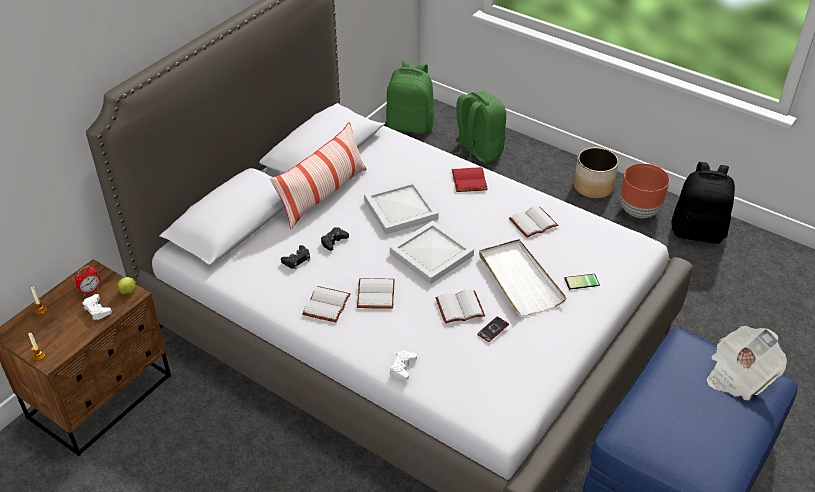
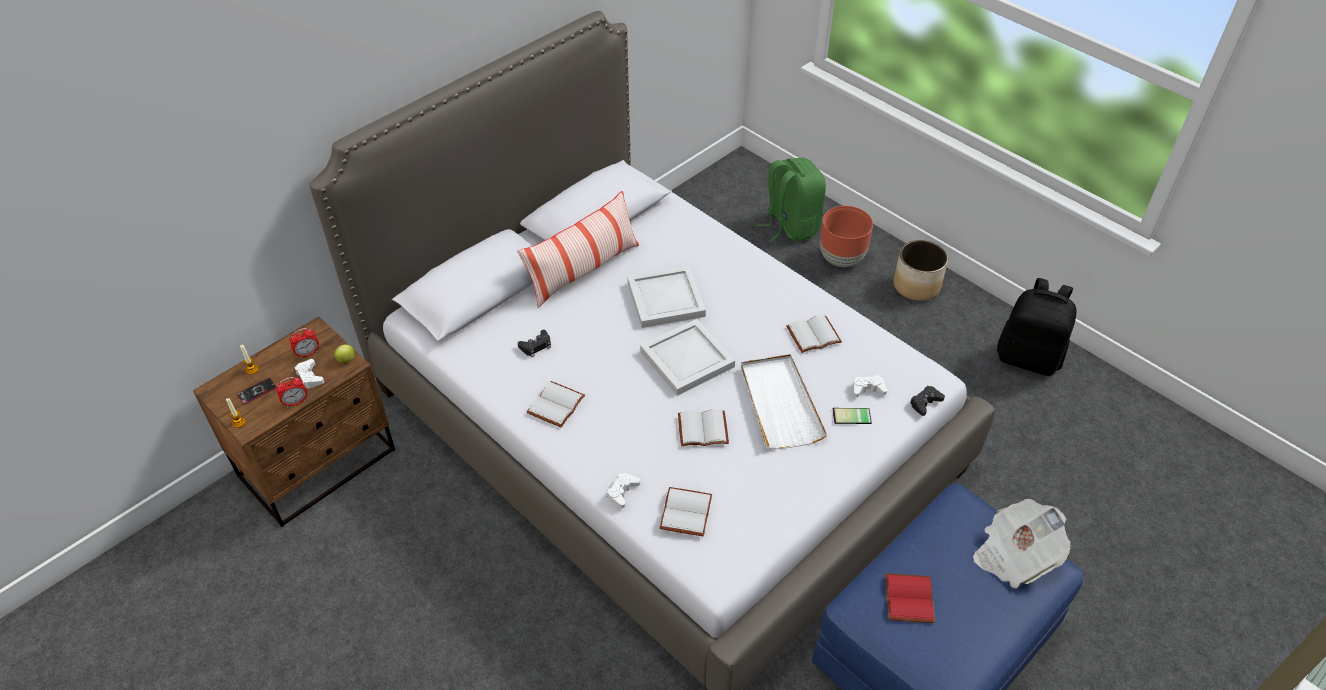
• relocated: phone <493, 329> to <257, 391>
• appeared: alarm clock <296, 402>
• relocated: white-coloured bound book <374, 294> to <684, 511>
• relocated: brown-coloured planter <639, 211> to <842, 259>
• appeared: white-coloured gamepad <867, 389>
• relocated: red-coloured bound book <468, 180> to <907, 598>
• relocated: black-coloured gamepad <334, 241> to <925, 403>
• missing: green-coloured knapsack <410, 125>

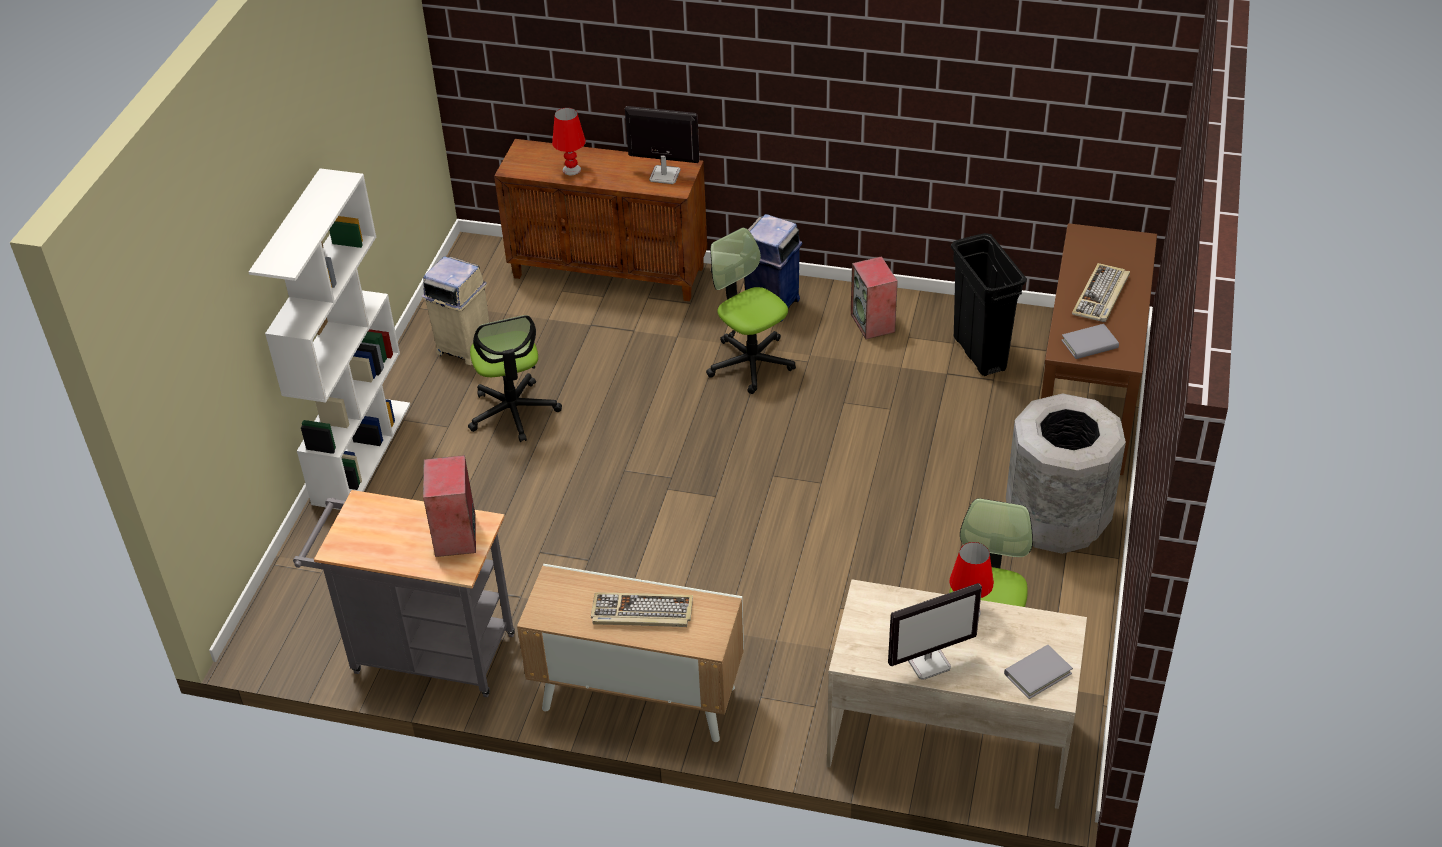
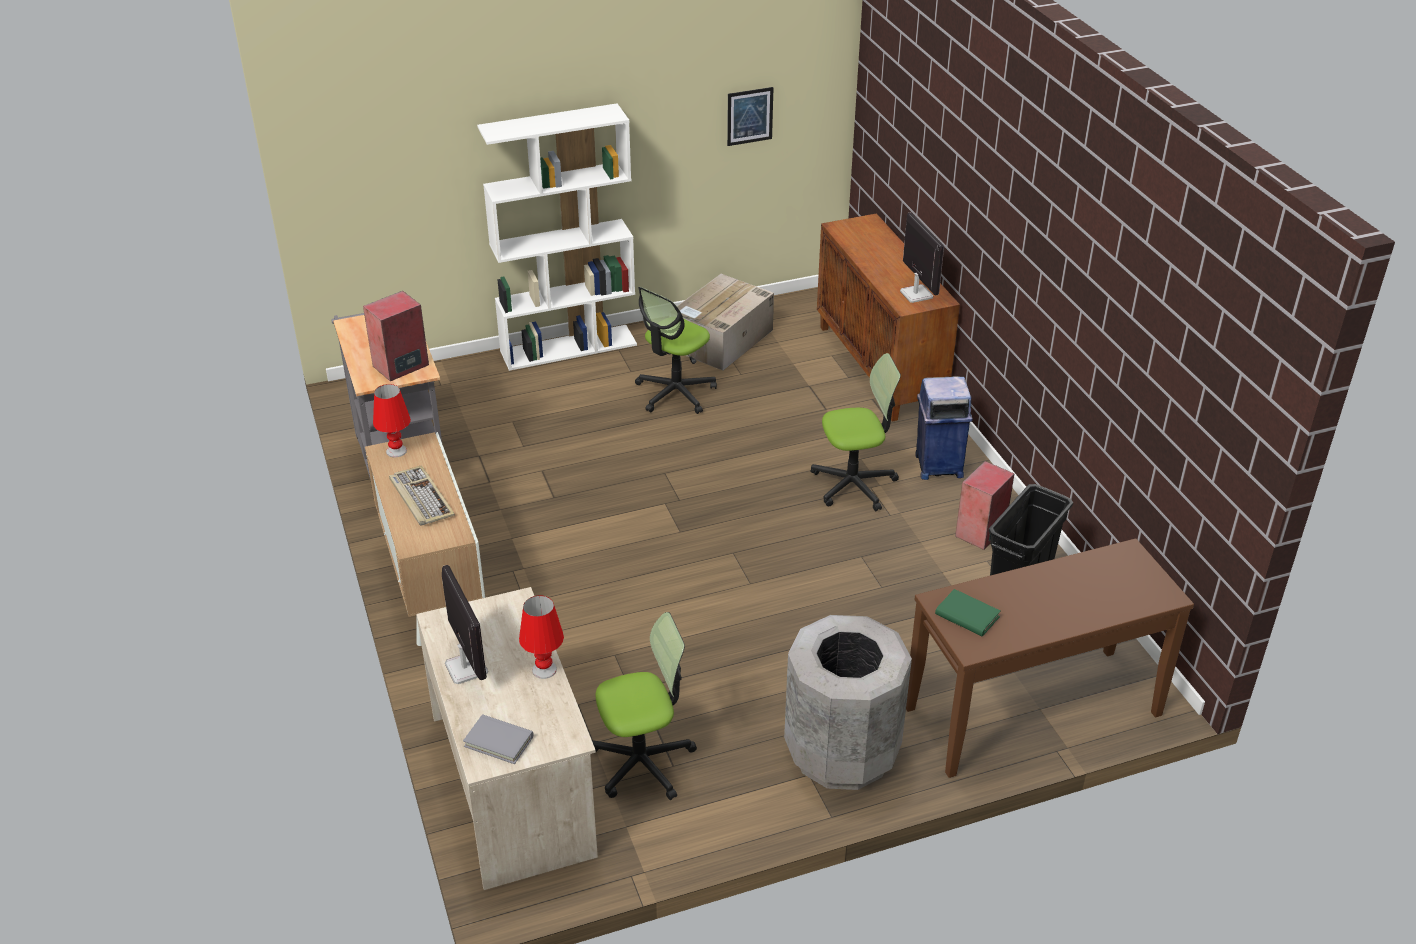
• relocated: red-coloured table lamp <572, 169> to <396, 451>
• spun: computer screen <928, 662> = <466, 668> 150 degrees counterclockwise
• exchanged: beige-coloured rubbish bin <464, 347> to packing box <721, 340>
• appeared: picture <749, 116>
• spun: office chair <750, 363> = <854, 484> 60 degrees clockwise
• colour: gray bound book <1089, 344> to green-coloured bound book <967, 616>
• missing: keyboard <1101, 296>

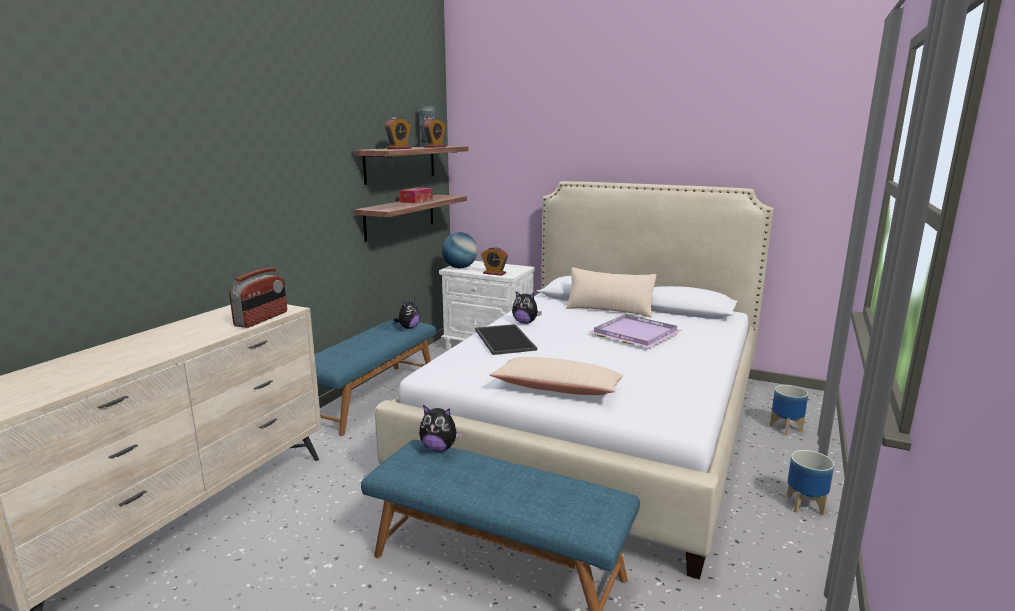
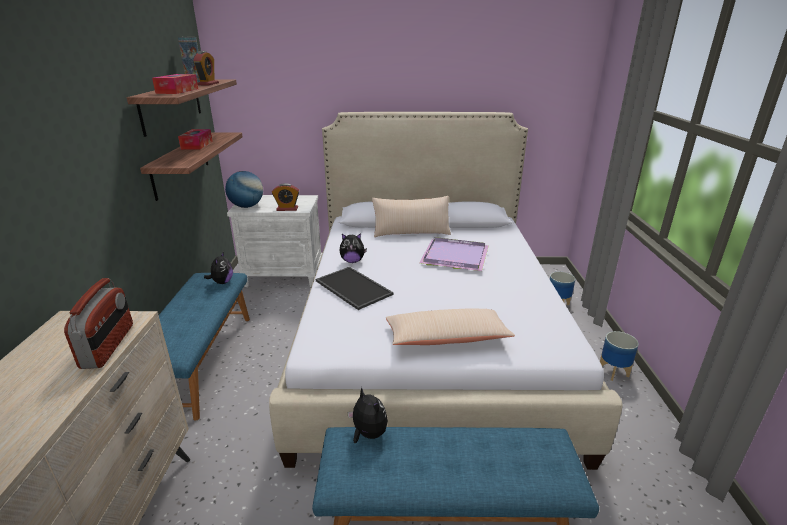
• exchanged: alarm clock <399, 148> to box of tissues <177, 91>
• spun: cuddly toy <439, 448> = <368, 434> 120 degrees counterclockwise

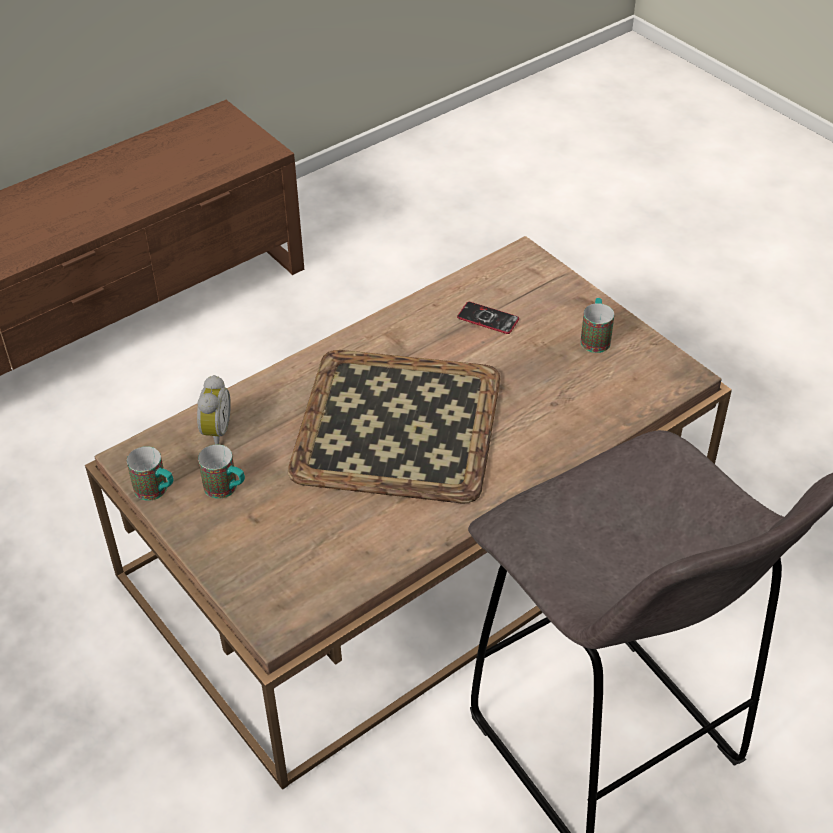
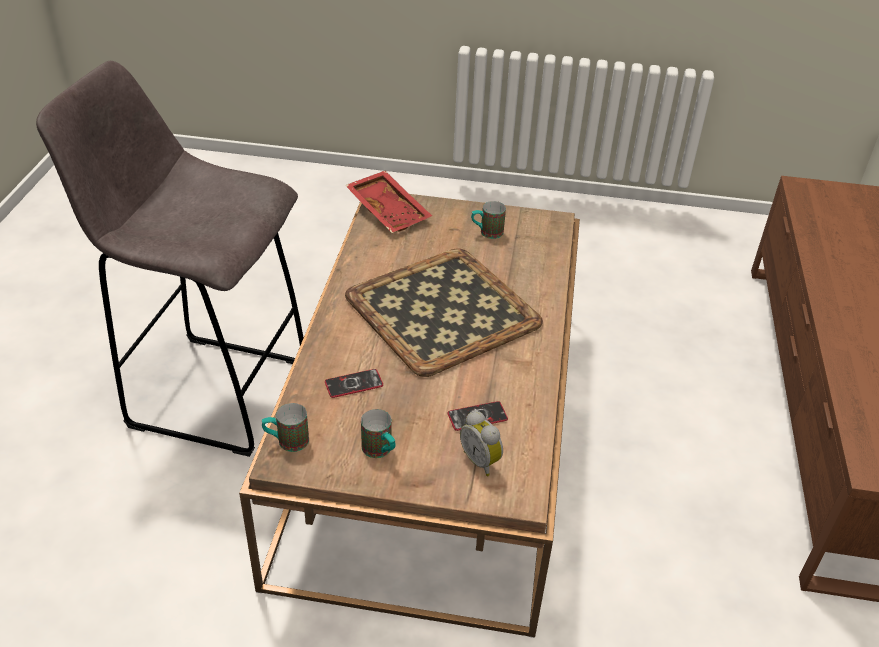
• relocated: tea mug <156, 491> to <286, 441>
• appeared: phone <354, 384>
• appeared: red-coloured tray <389, 210>
• relocated: alarm clock <214, 432> to <481, 461>

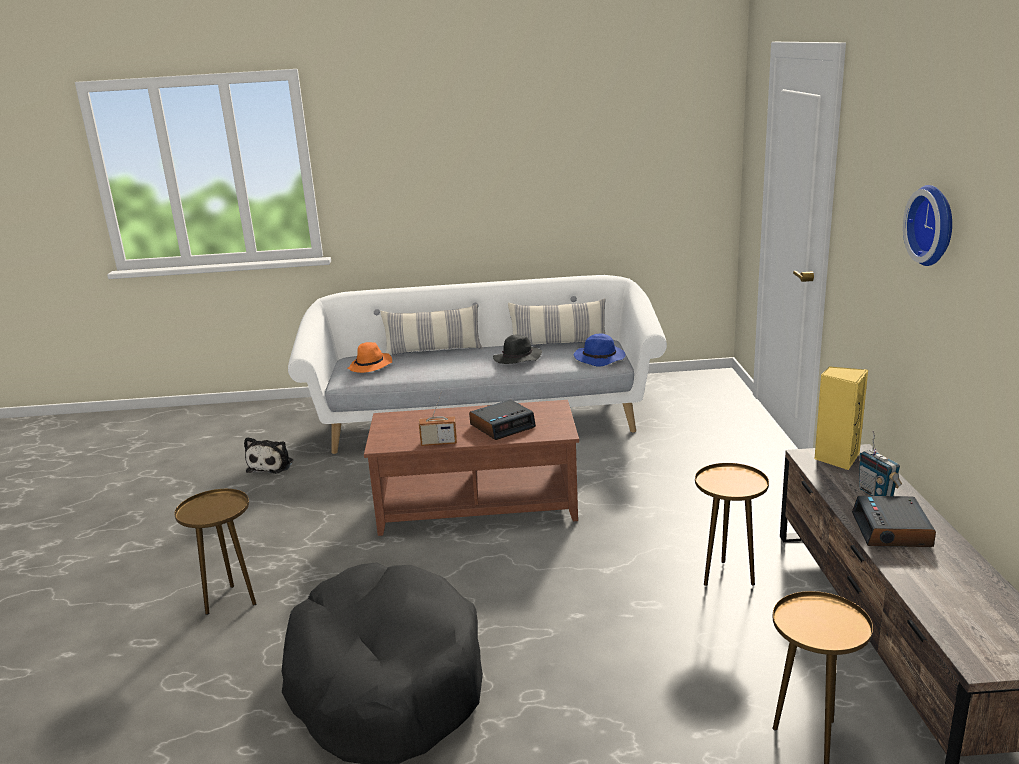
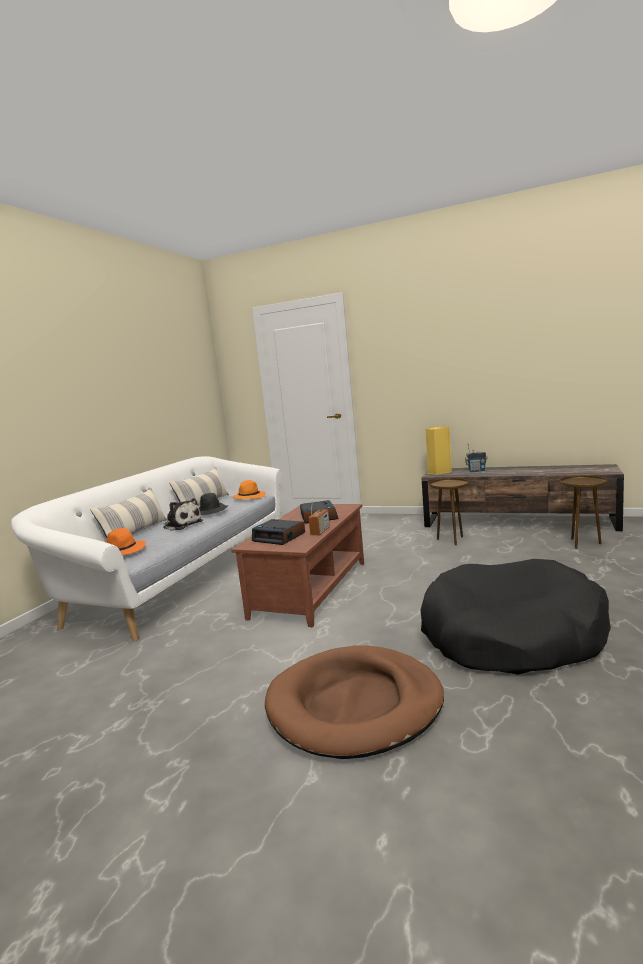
• relocated: cuddly toy <272, 465> to <182, 525>
• colour: blue-coloured wearable hat <600, 358> to orangey wearable hat <249, 497>
• relocated: alarm clock <892, 531> to <279, 537>
• exchanged: brown-coloured end table <231, 601> to brown-coloured dog bed <355, 705>
• missing: hanging clock <934, 225>

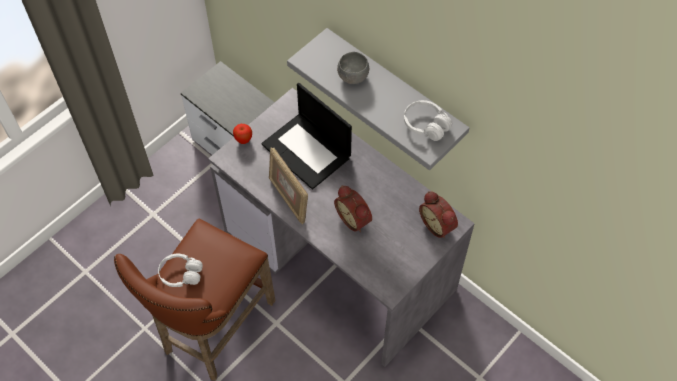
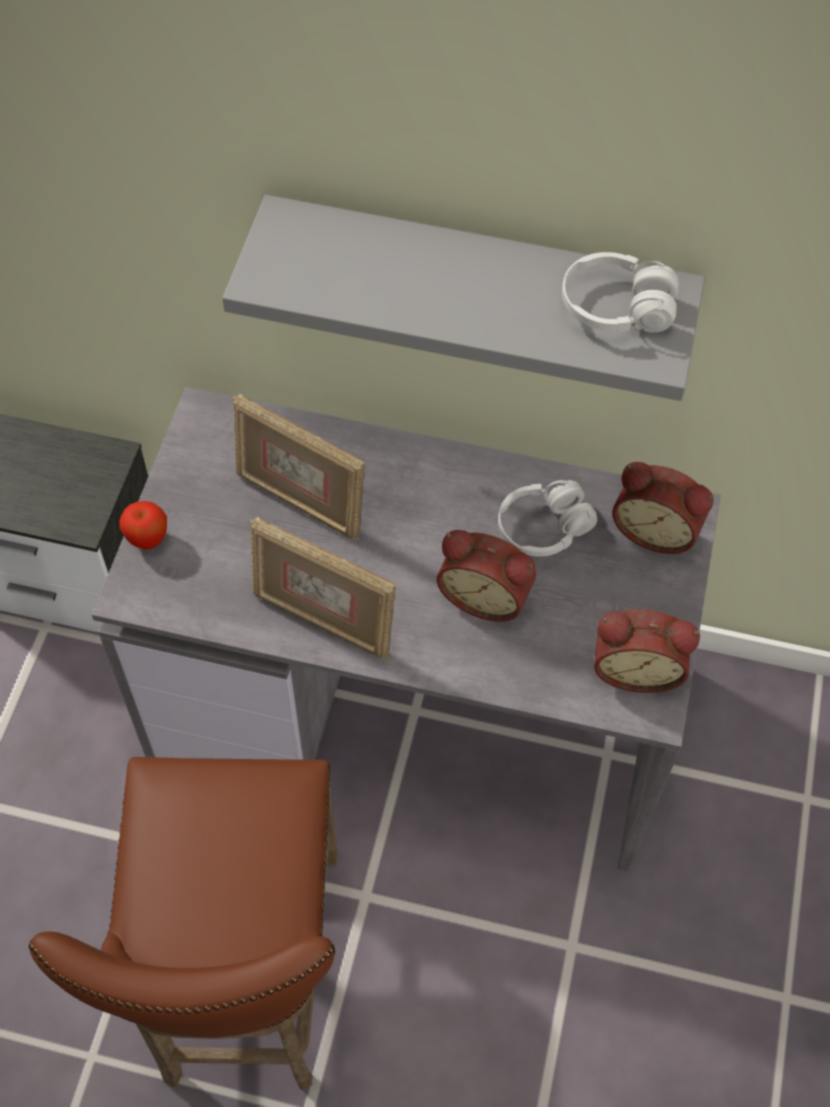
• exchanged: notebook computer <307, 151> to picture frame <300, 501>
• relocated: white-coloured headset <181, 274> to <543, 528>
• appeared: alarm clock <636, 667>
• missing: gray bowl <353, 77>

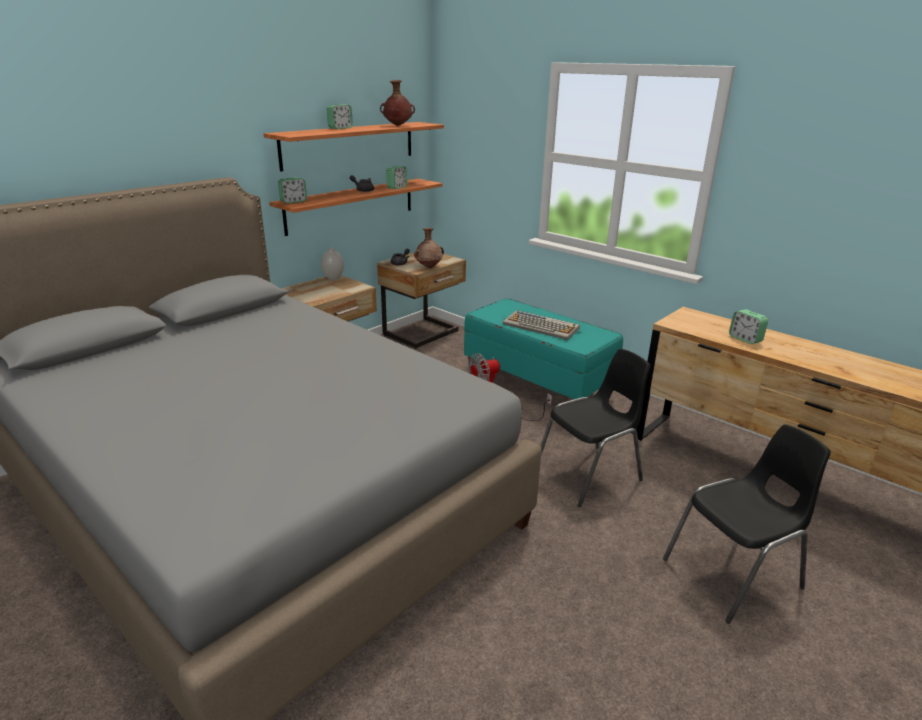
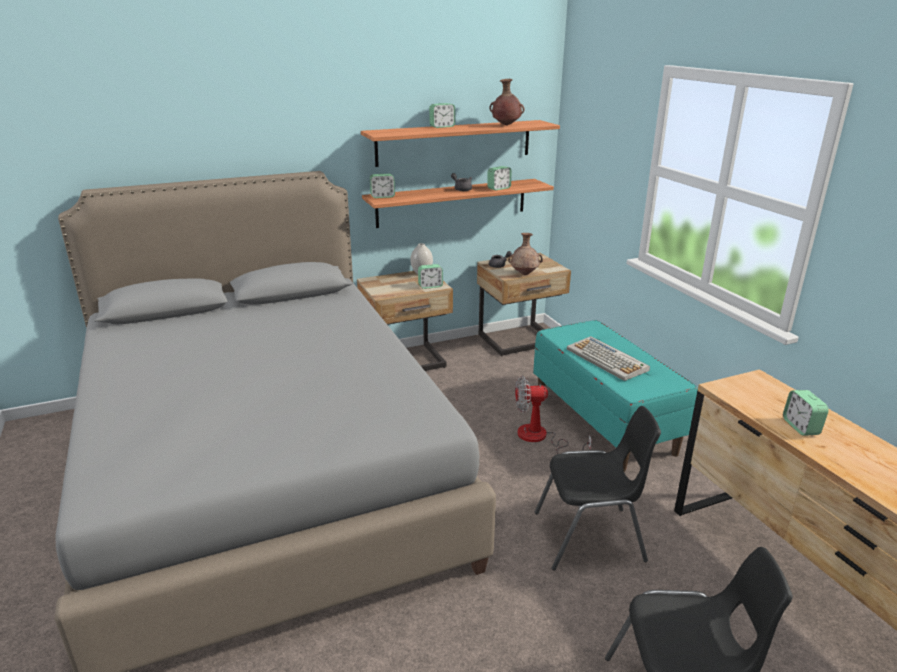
• appeared: alarm clock <430, 286>

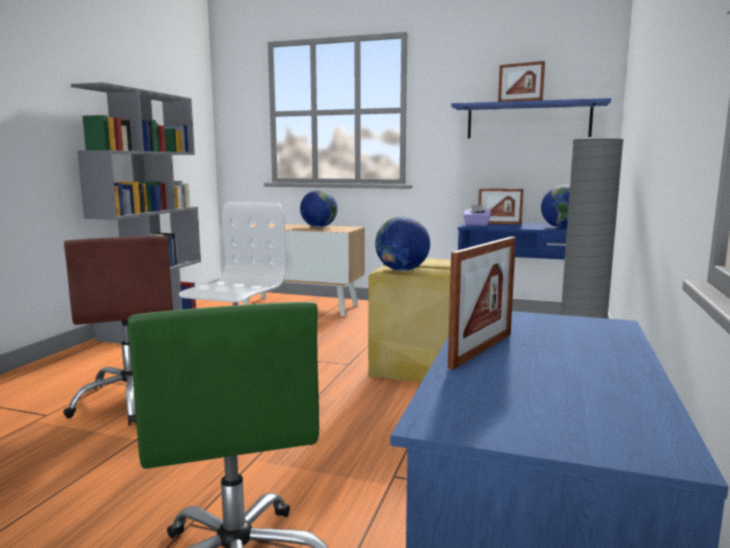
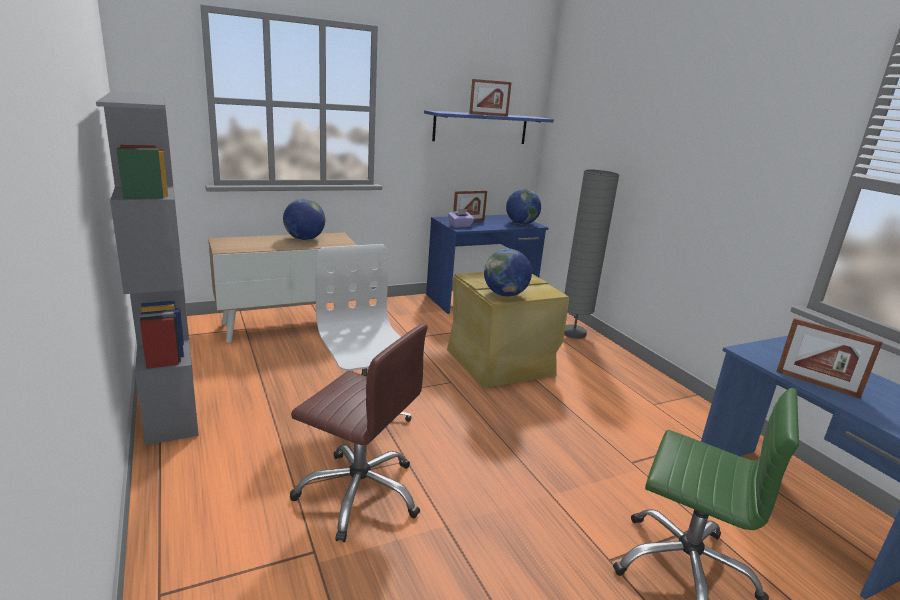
• spun: picture frame <481, 350> = <816, 384> 135 degrees clockwise

